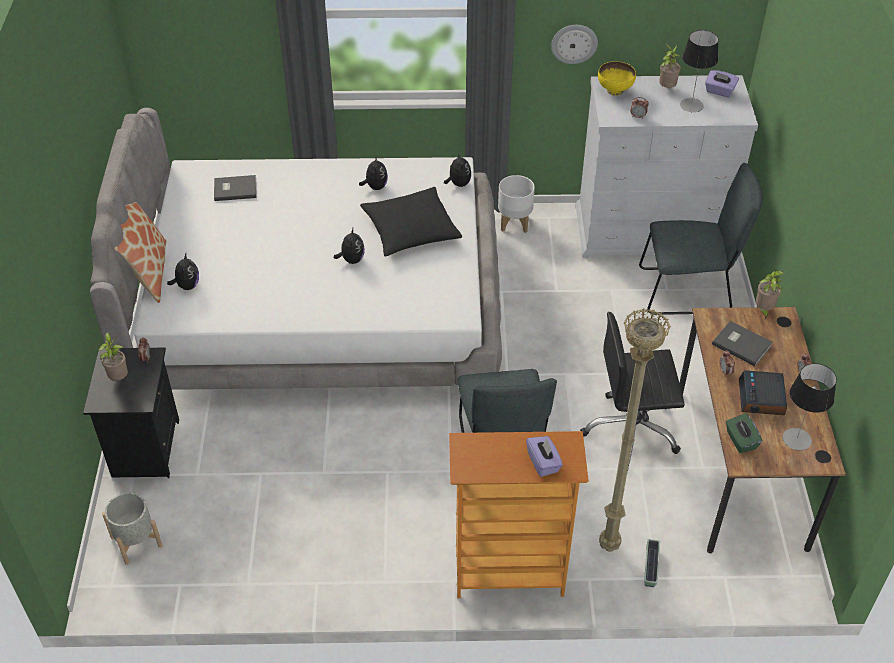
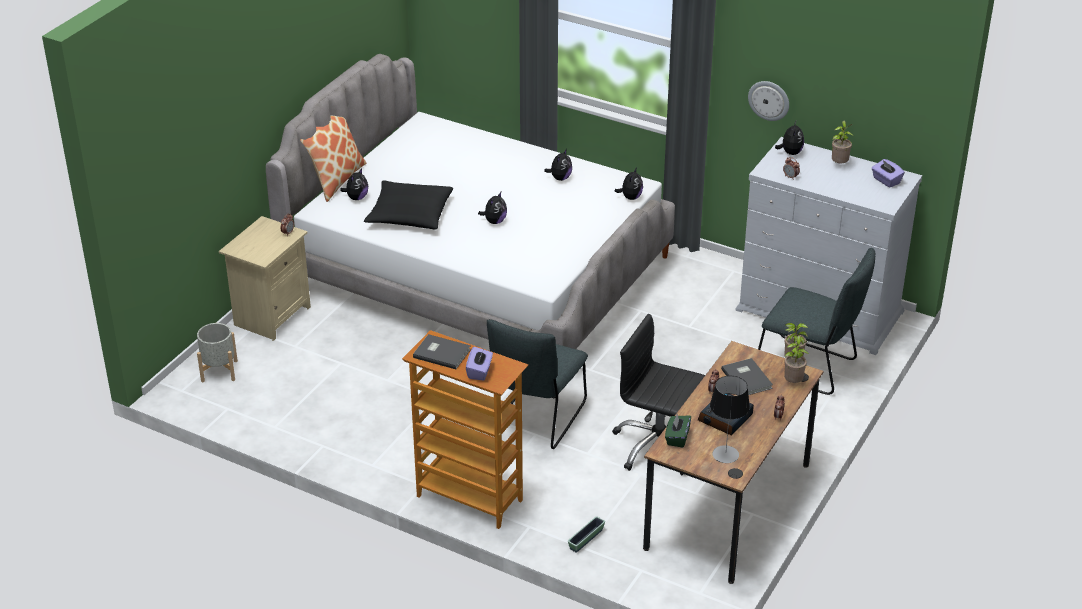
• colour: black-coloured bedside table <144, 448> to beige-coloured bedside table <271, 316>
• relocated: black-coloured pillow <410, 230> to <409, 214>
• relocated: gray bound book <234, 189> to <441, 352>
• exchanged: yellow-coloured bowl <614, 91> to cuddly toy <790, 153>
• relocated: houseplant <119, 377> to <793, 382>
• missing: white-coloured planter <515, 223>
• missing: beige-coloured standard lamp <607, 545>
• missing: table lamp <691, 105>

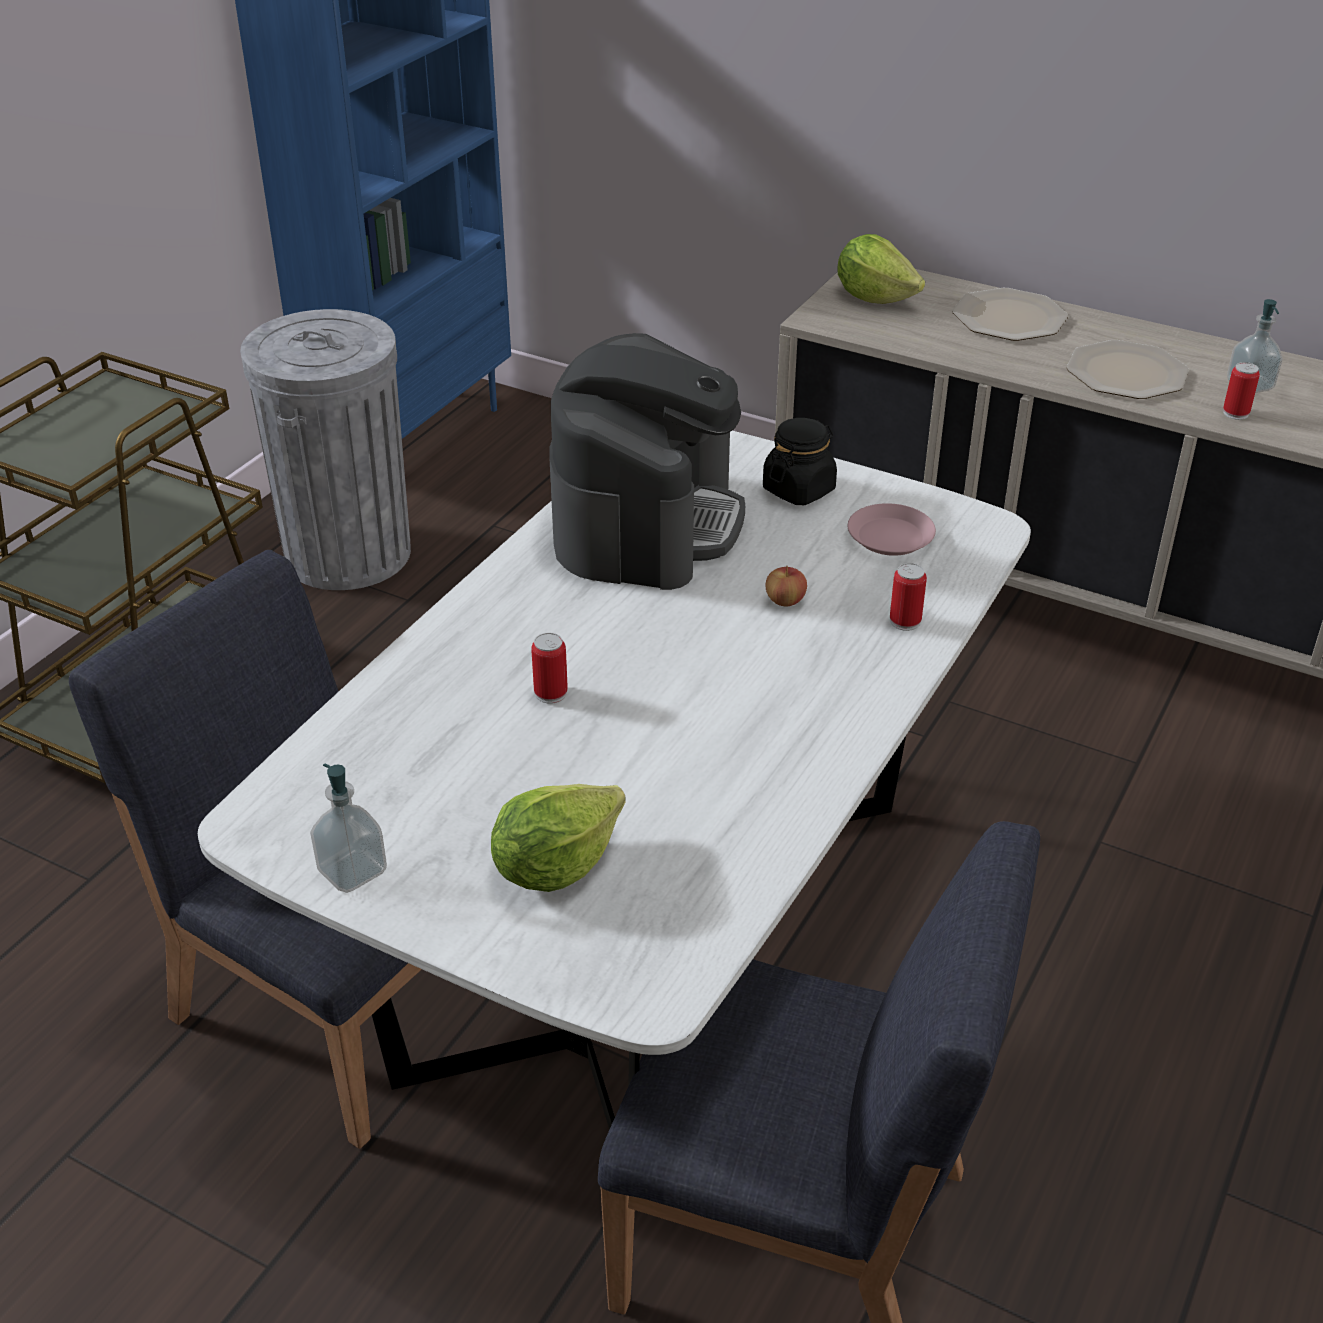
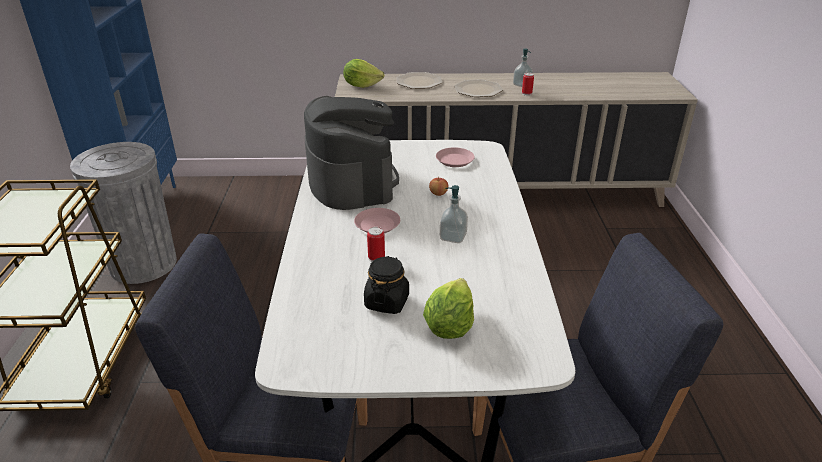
• appeared: pink-coloured plate <377, 224>
• relocated: black-coloured jar <799, 490> to <387, 302>
• relocated: soap dispenser <352, 871> to <453, 237>
• missing: sealed can <905, 621>

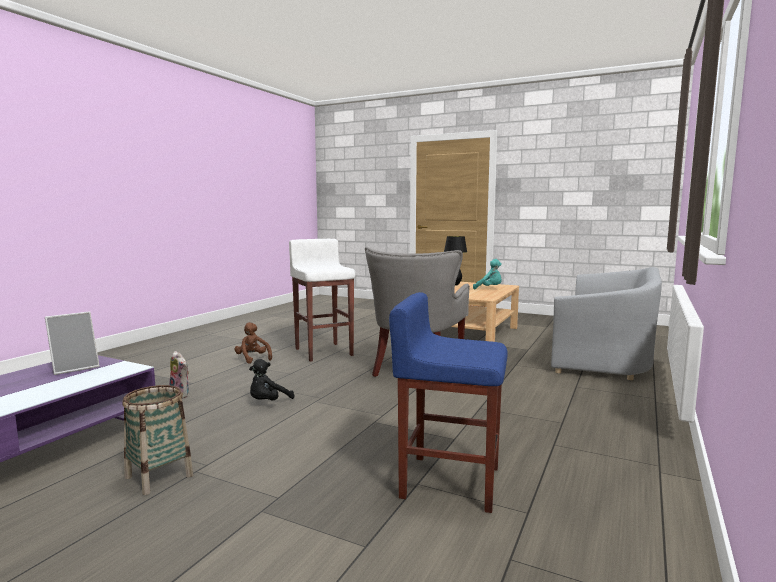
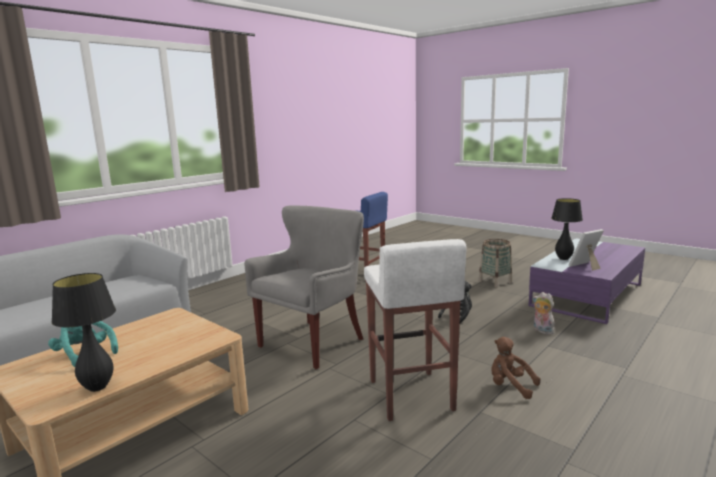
• spun: brown-coloured cuddly toy <252, 359> = <510, 386> 150 degrees clockwise
• appeared: black-coloured table lamp <563, 258>

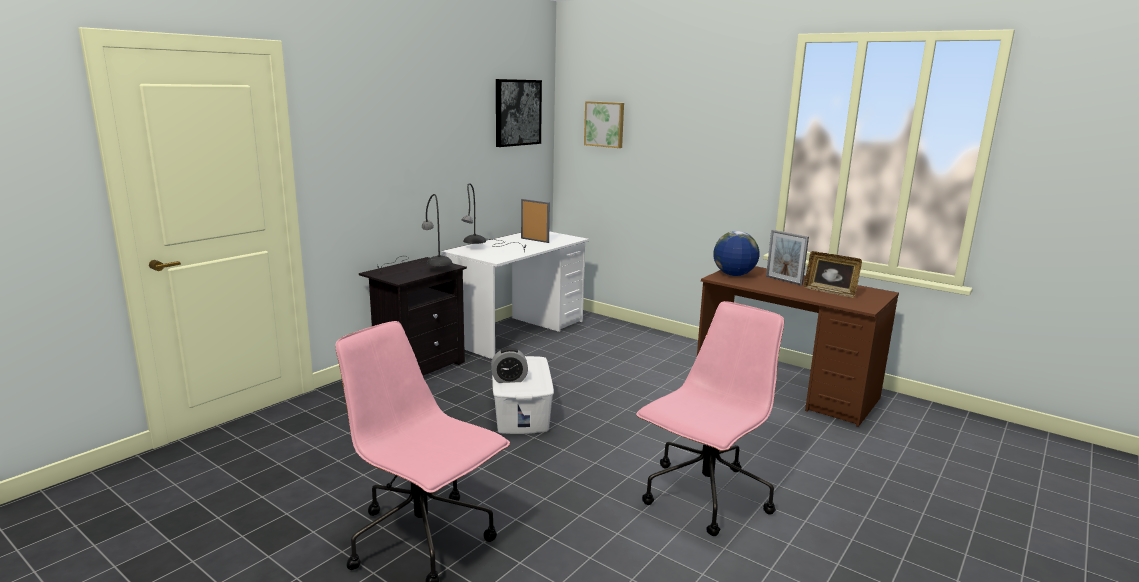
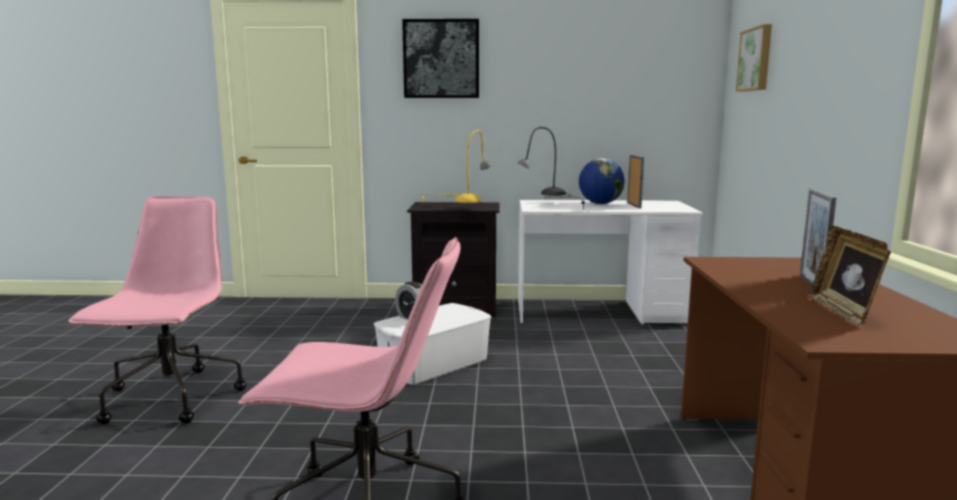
• relocated: picture <517, 112> to <441, 59>
• colour: gray table lamp <426, 269> to yellow-coloured table lamp <463, 207>
• relocated: desk globe <734, 275> to <600, 204>

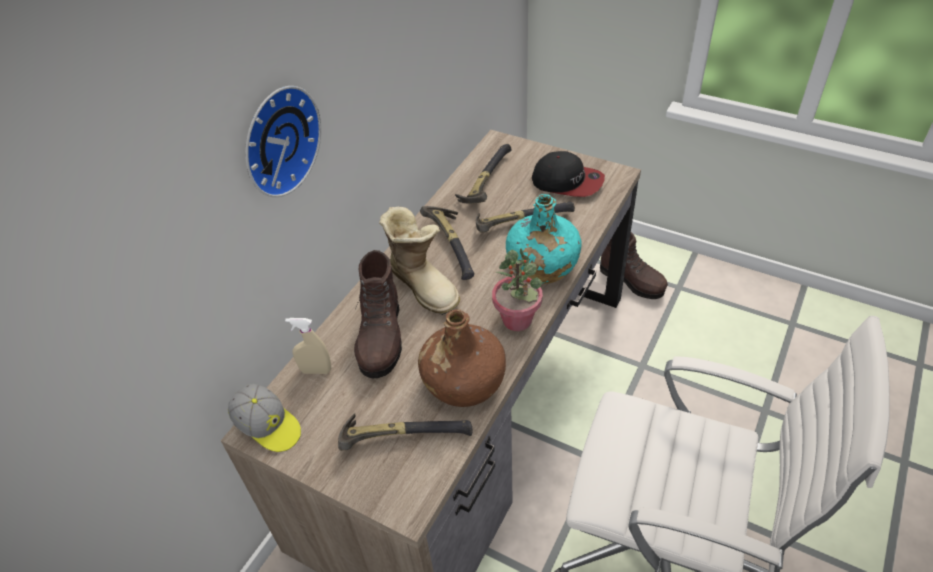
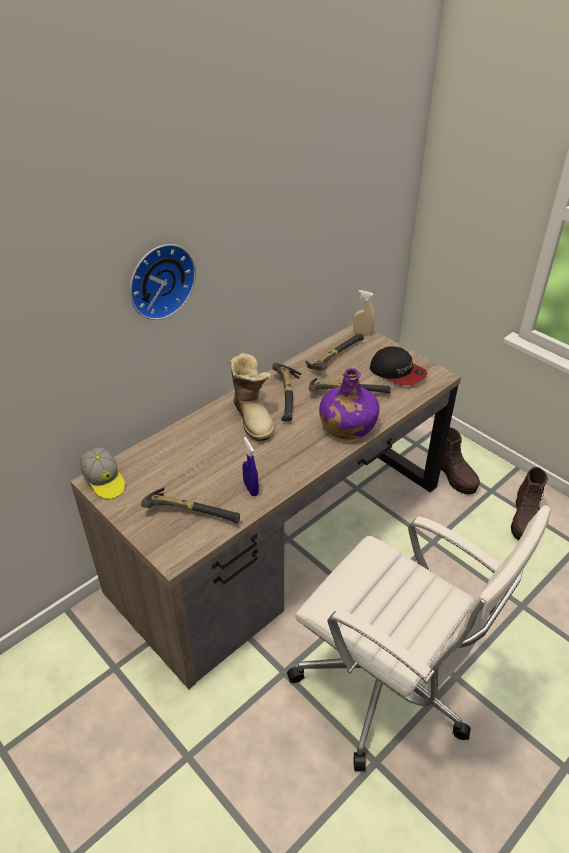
• exchanged: brown-coloured bottle <464, 381> to blue-coloured sprayer <251, 489>
• colour: turquoise bottle <541, 265> to purplish bottle <347, 426>
• relocated: beige-coloured sprayer <316, 370> to <362, 333>
• relocated: brown-coloured boot <381, 338> to <524, 520>
• missing: houseplant <517, 320>

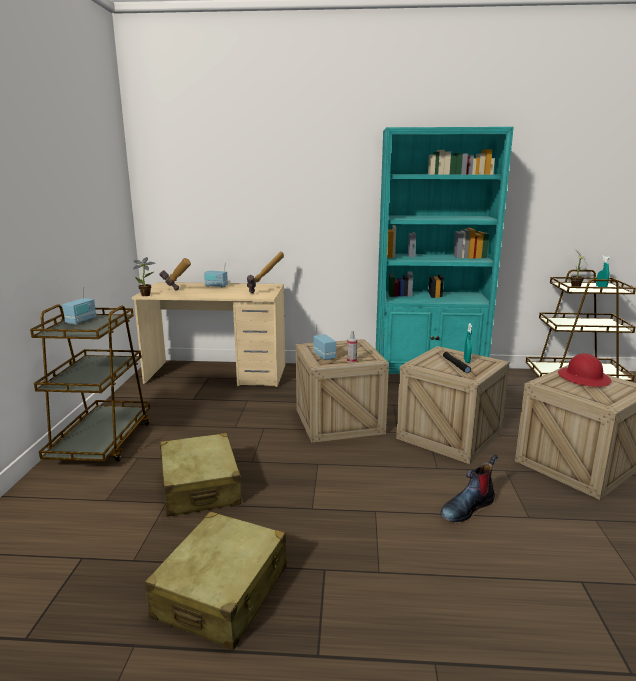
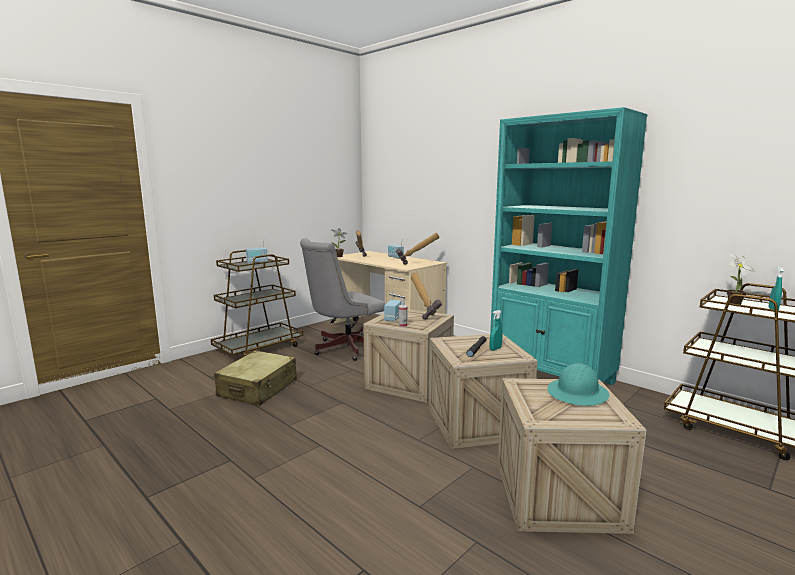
• appeared: gray office chair <343, 349>
• appeared: hammer <425, 315>
• colour: red-coloured hard hat <584, 378> to turquoise hard hat <578, 393>
• missing: beige-coloured travel case <222, 592>
• missing: boot <467, 508>

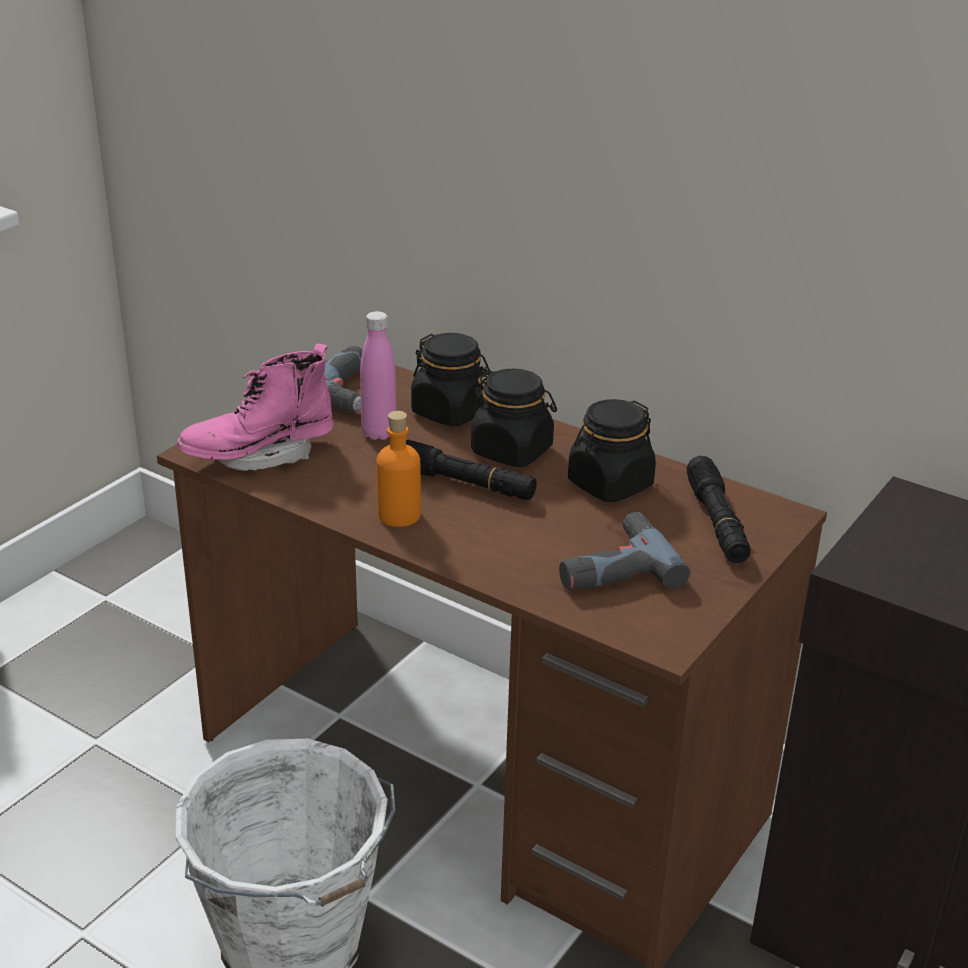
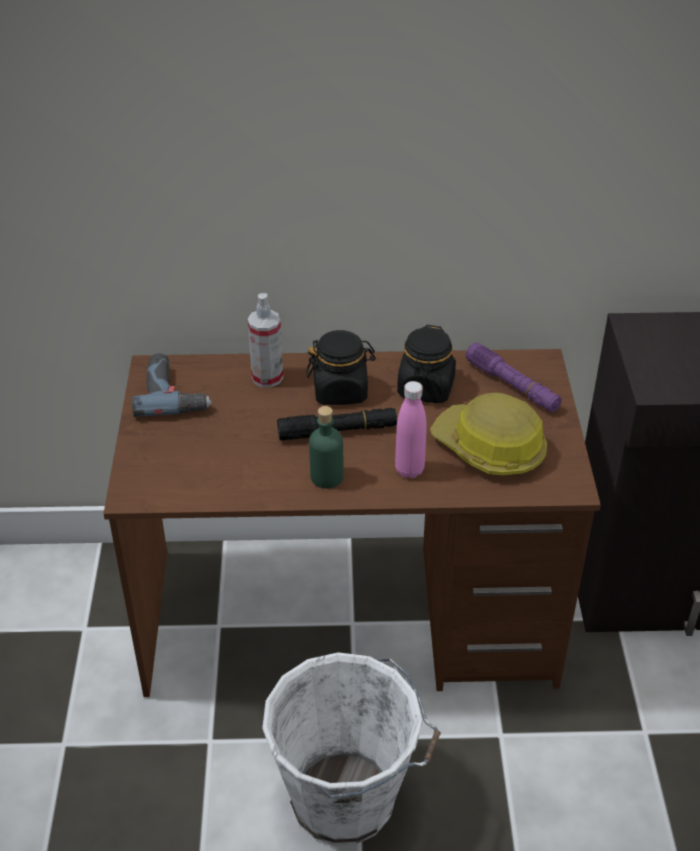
• exchanged: black-coloured jar <451, 412> to sprayer <267, 377>
• colour: orangey bottle <399, 515> to green-coloured bottle <326, 477>
• relocated: pink-coloured bottle <379, 433> to <409, 470>
• exchanged: electric drill <611, 566> to hard hat <489, 449>
• colour: black-coloured flashlight <716, 522> to purplish flashlight <512, 386>
• missing: pink-coloured boot <259, 455>

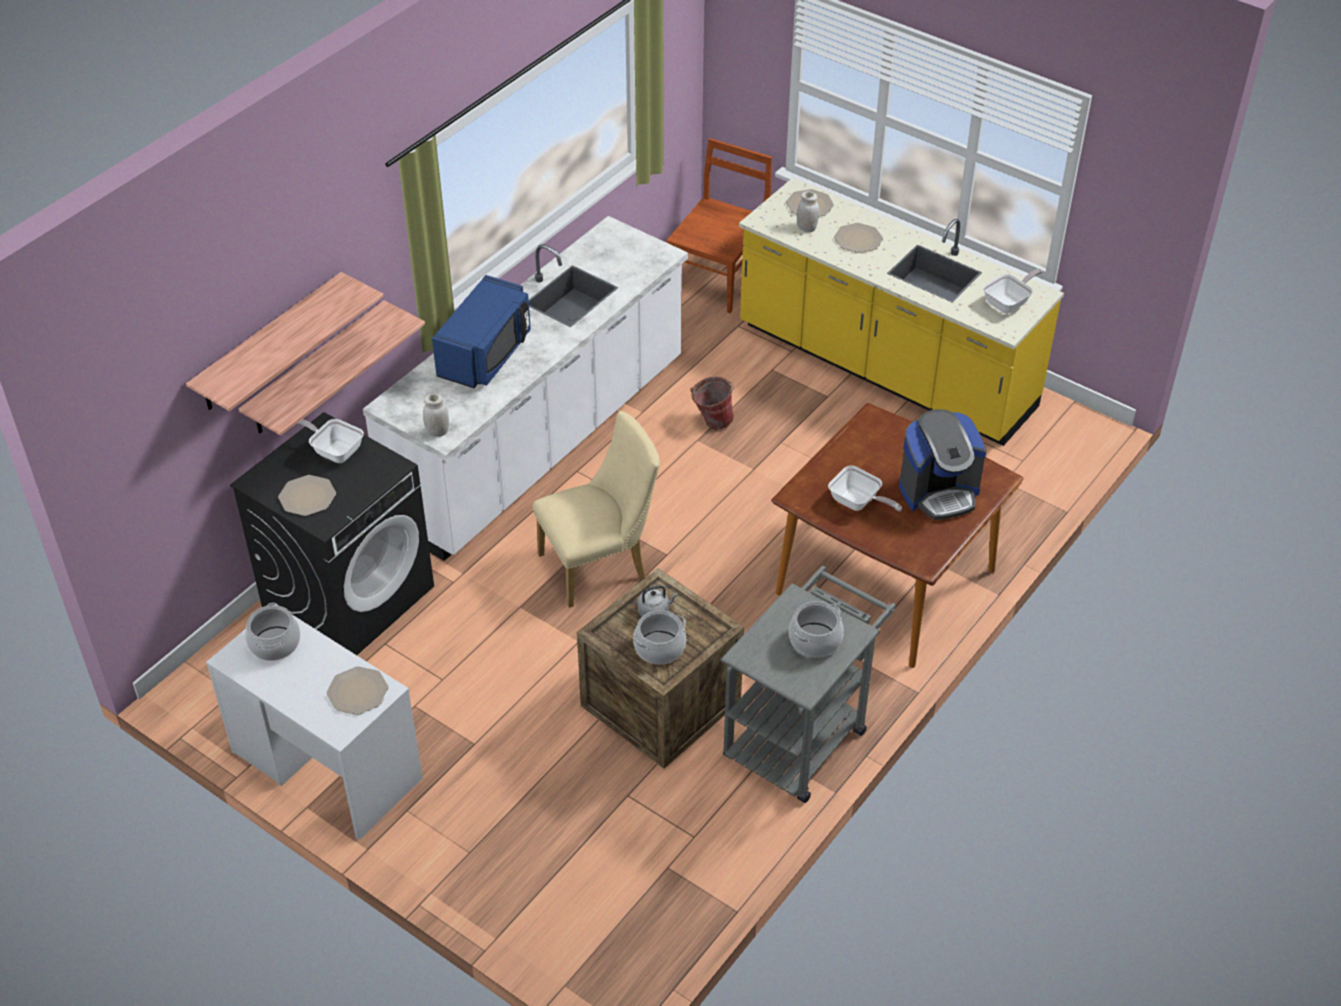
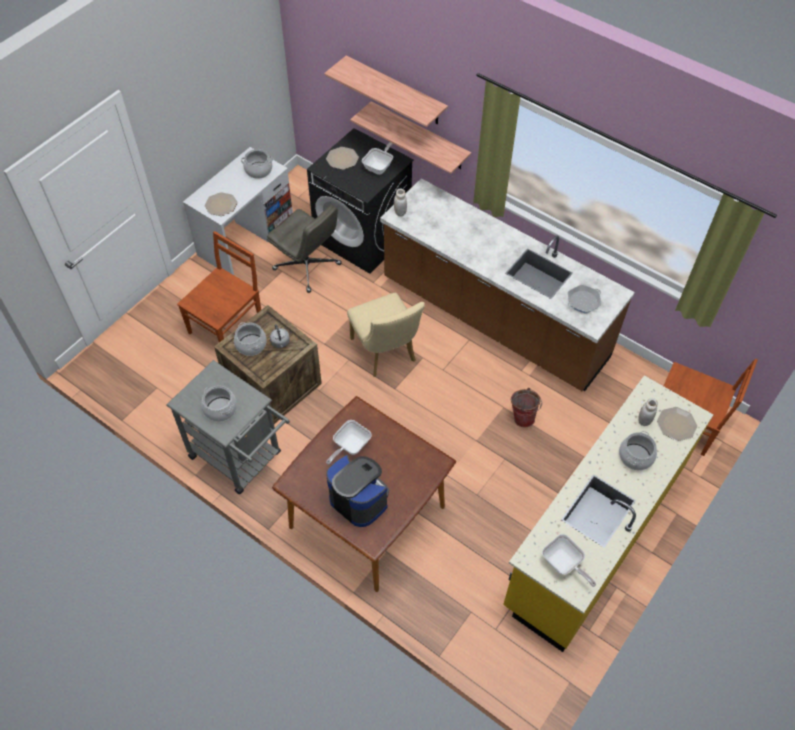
• appeared: brown-coloured plain chair <227, 325>
• appeared: gray office chair <308, 267>
• spun: coffee maker <939, 492> = <359, 499> 150 degrees clockwise
• colour: white-coloured kitchen counter <540, 444> to brown-coloured kitchen counter <493, 320>
• appeared: frying pan <583, 301>
• exchanged: plate <858, 239> to stockpot <636, 457>
• missing: blue-coloured microwave oven <486, 354>

